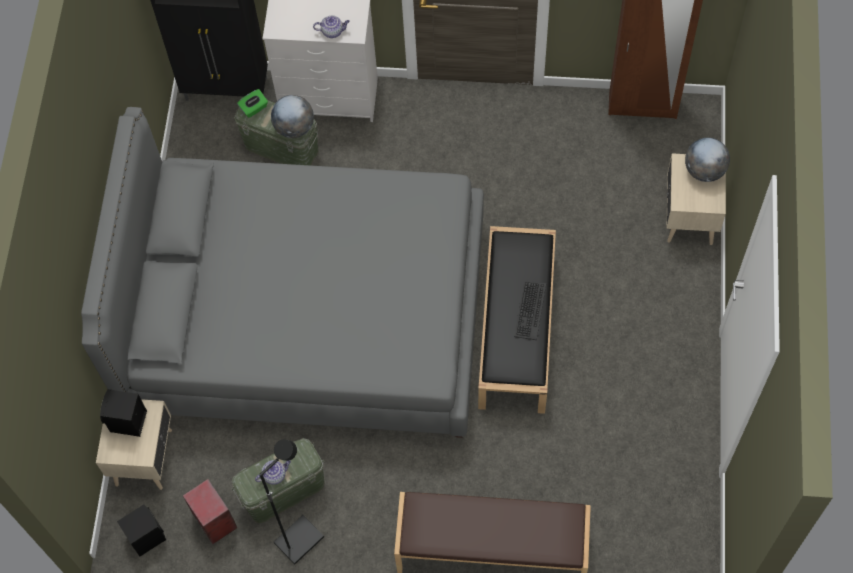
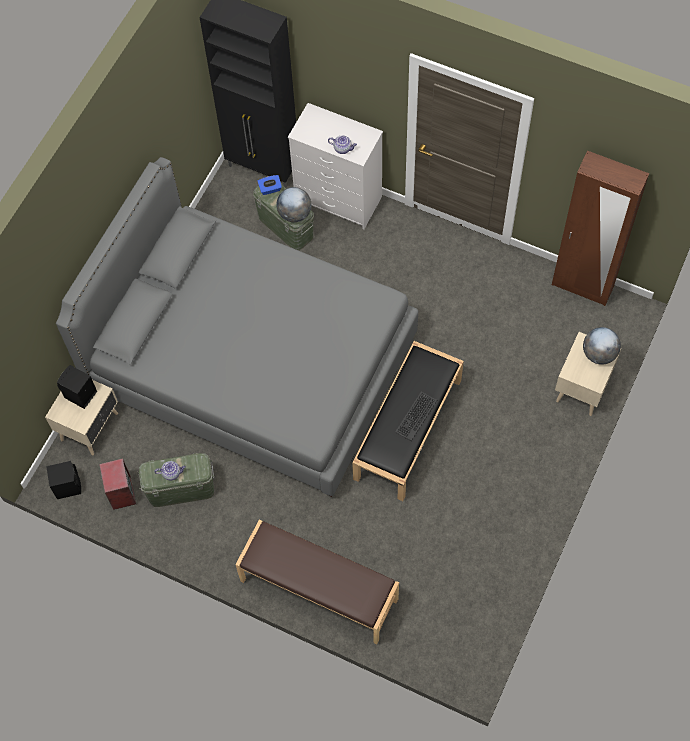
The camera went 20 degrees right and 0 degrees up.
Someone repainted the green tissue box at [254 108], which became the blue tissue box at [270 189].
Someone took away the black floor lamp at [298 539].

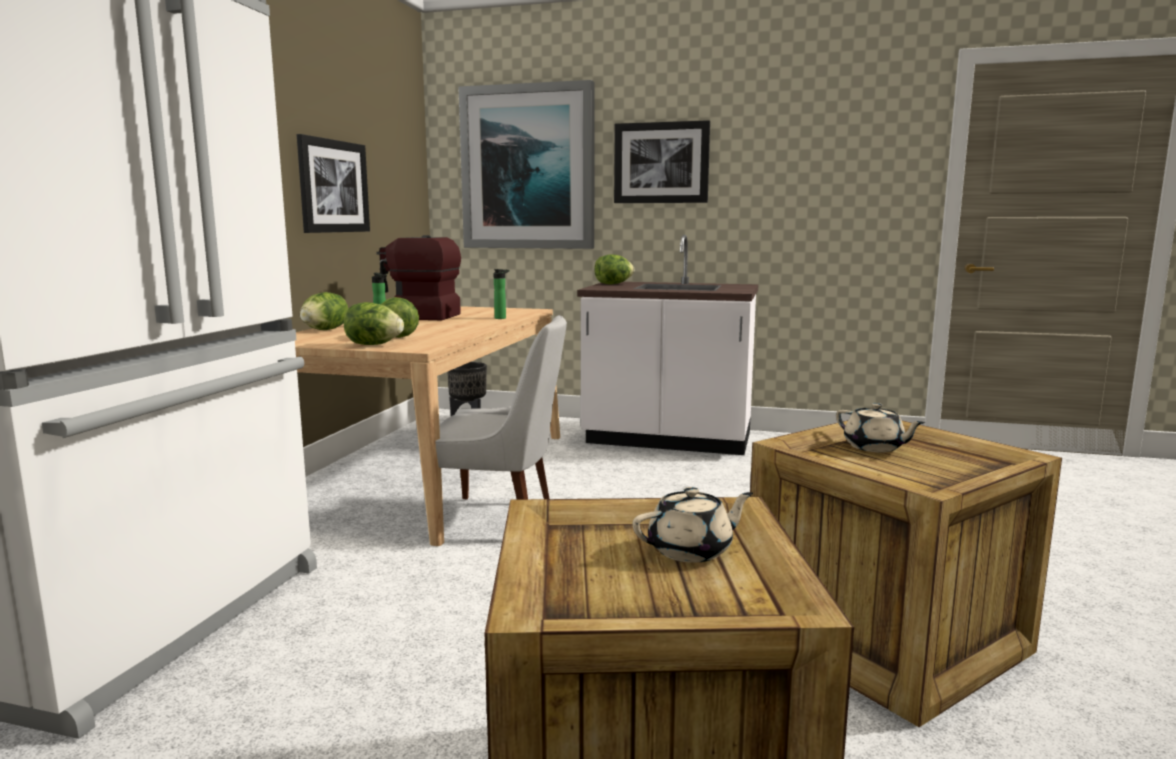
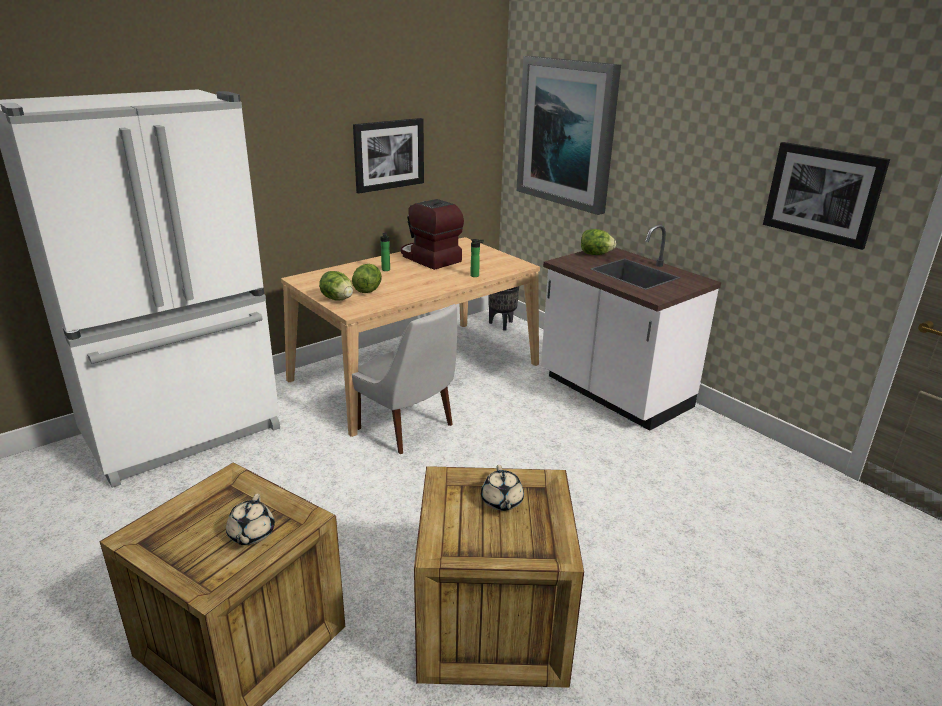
The camera went 35 degrees right and 15 degrees up.
Someone carried the picture from [661 163] to [822 194].
Someone took away the lettuce at [325 330].
Someone rotated the beige teapot at [692 550] by 75 degrees clockwise.

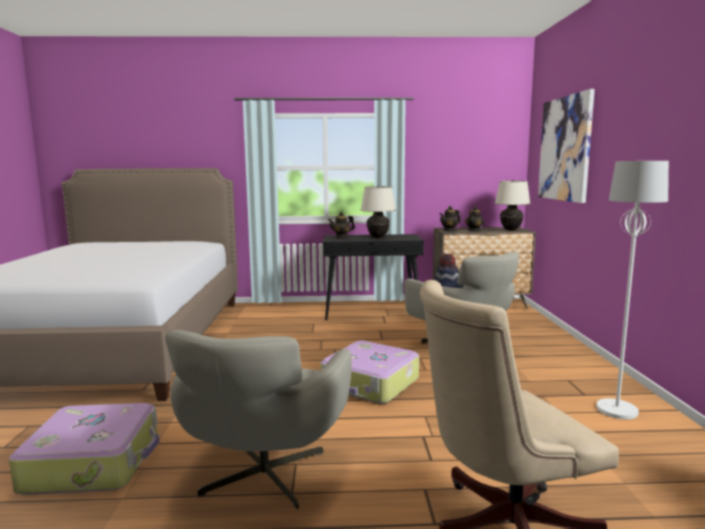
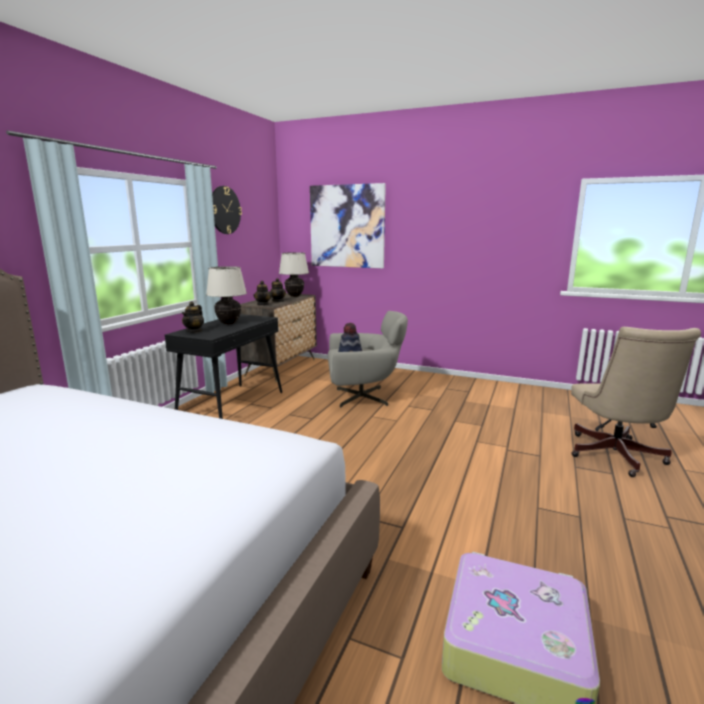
The camera went 65 degrees left and 5 degrees up.
Someone took away the white floor lamp at [616 410].
Someone took away the grey armchair at [262 477].
Someone took away the suitcase at [370 384].
Someone put up the wall clock at [225 210].

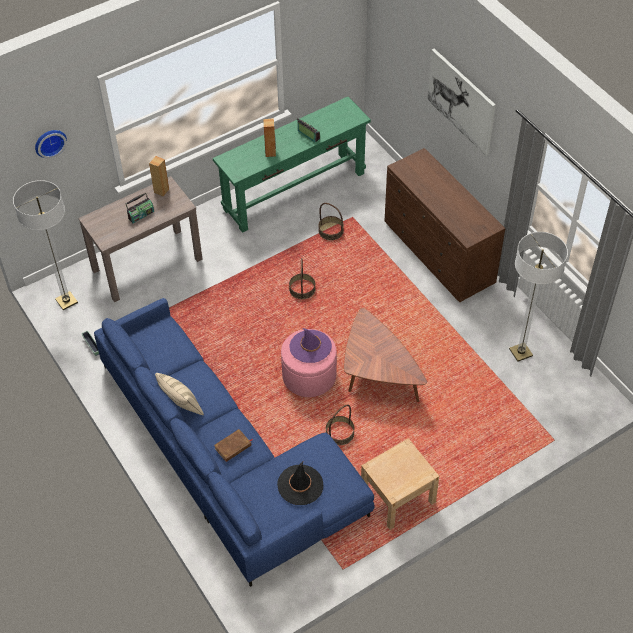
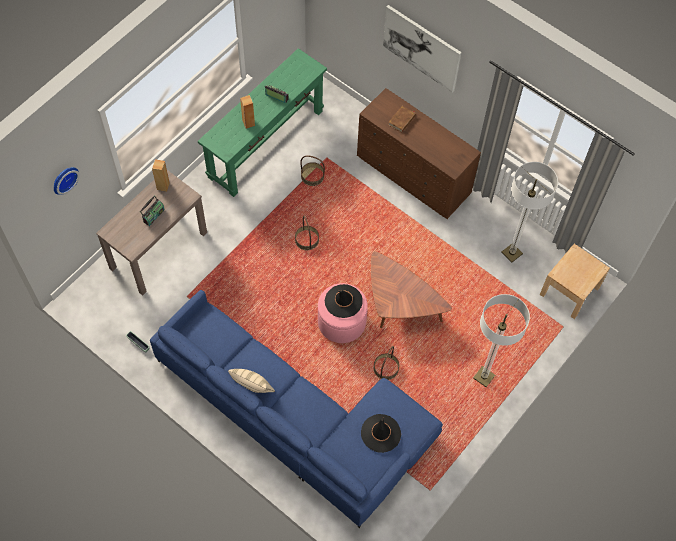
The camera went 20 degrees left and 10 degrees up.
Someone carried the floor lamp from [66 301] to [484 377].
Someone repainted the purple hat at [310 346], which became the black hat at [343 301].
Someone carried the brown book from [233 447] to [402 120].
Someone carried the beige nightstand from [398 497] to [569 291].

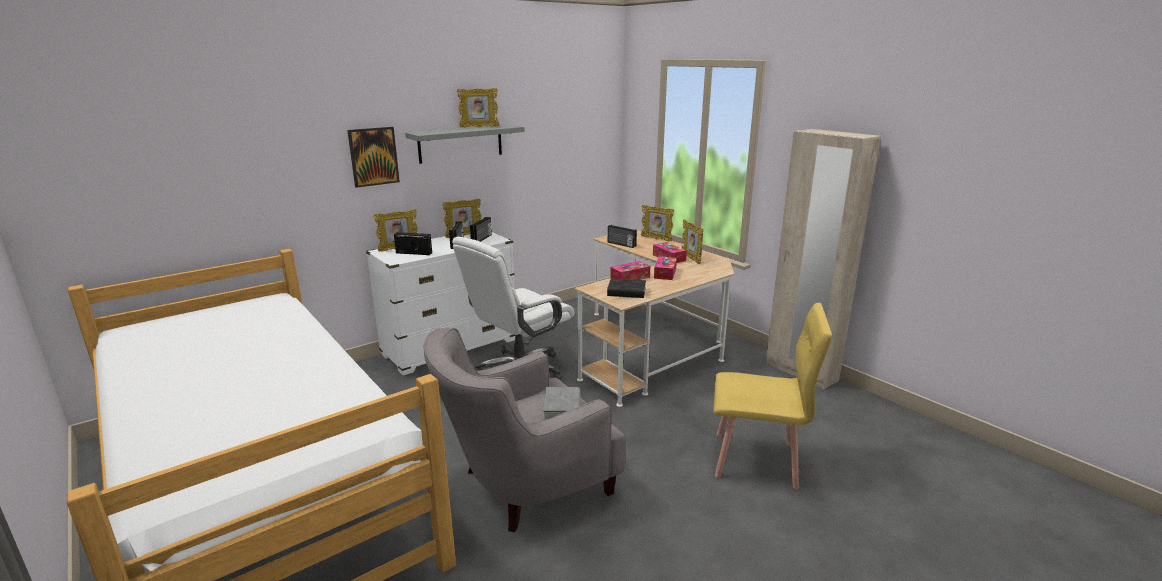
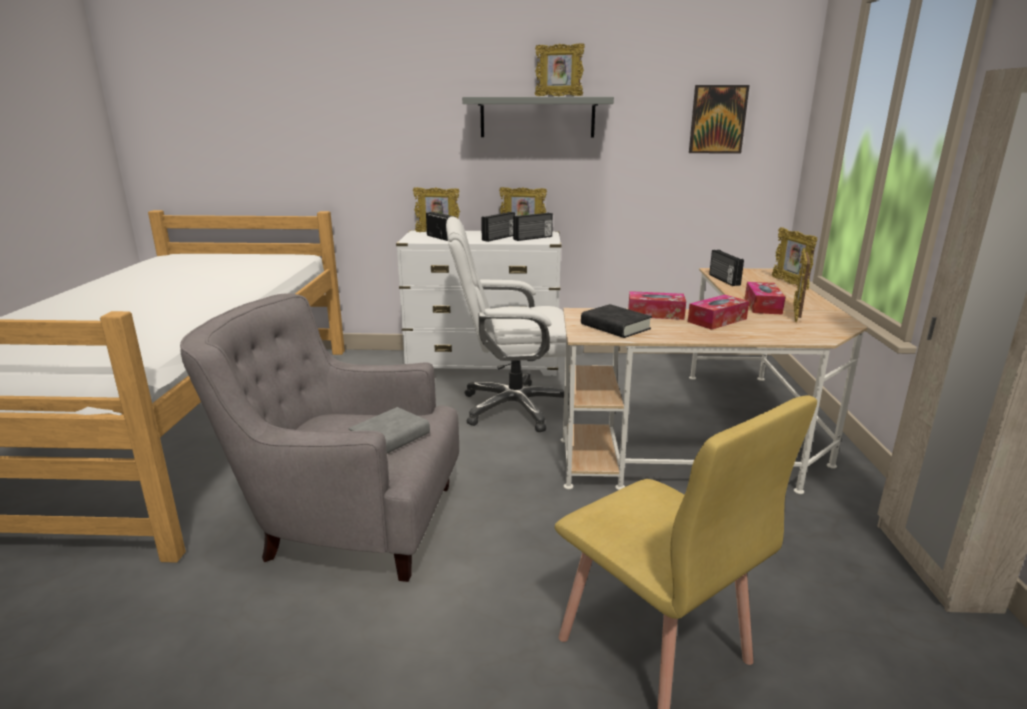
The camera went 40 degrees right and 0 degrees up.
Someone carried the picture from [373 156] to [717 119].

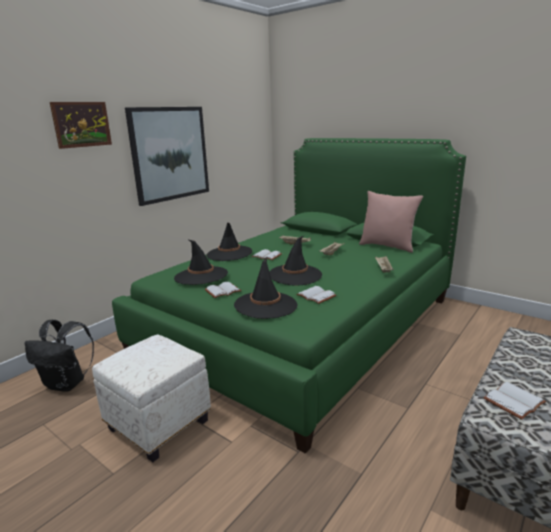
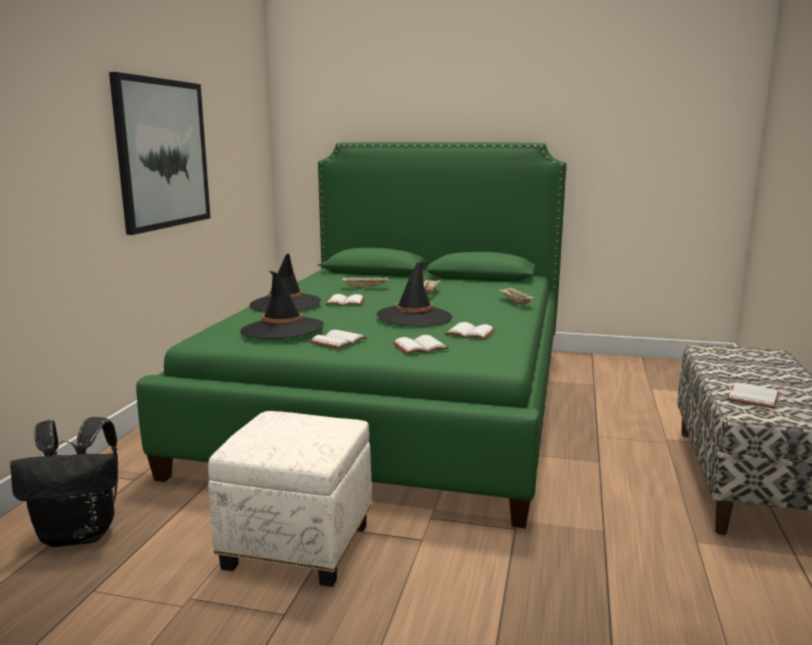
The camera went 25 degrees left and 5 degrees down.
Someone took away the picture at [82 124].
Someone took away the pink pillow at [387 246].
Someone swapped the black hat at [266 305] for the white book at [420 348].

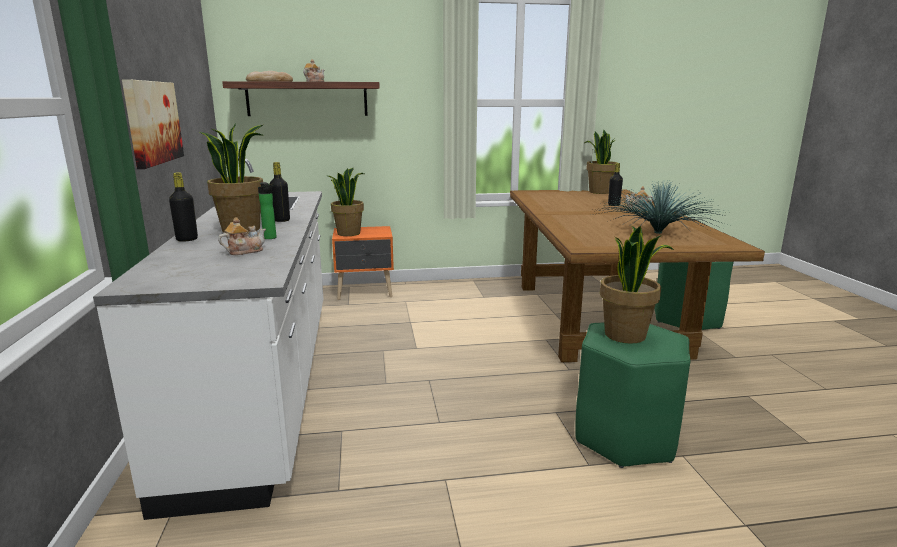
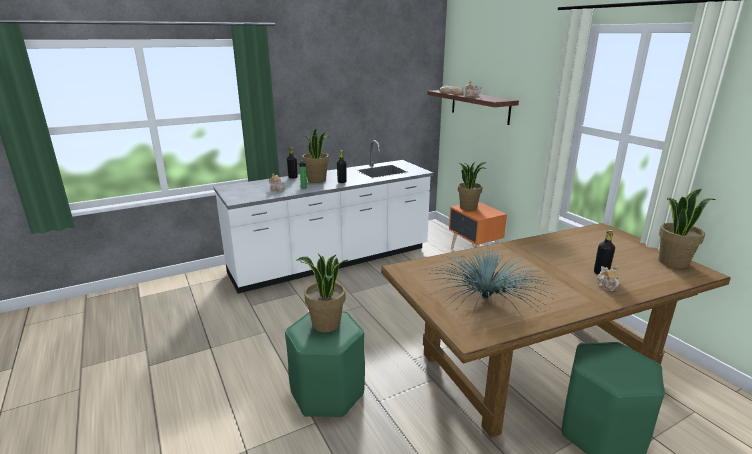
The camera went 70 degrees right and 5 degrees up.
Someone took away the picture at [152 122].

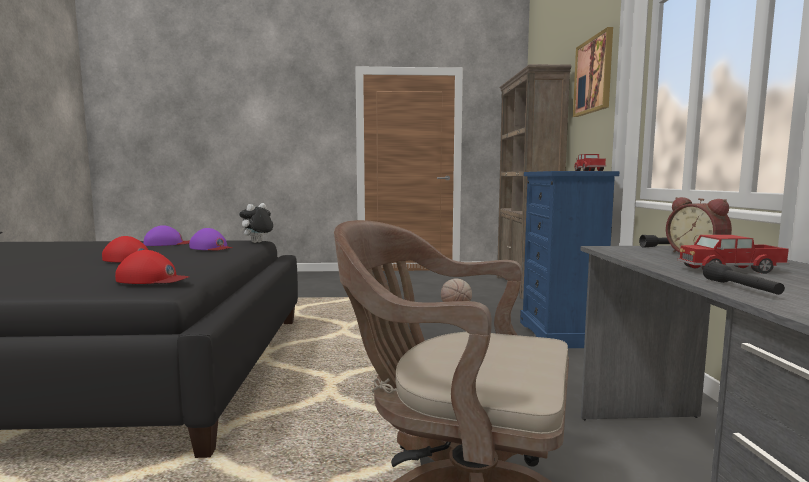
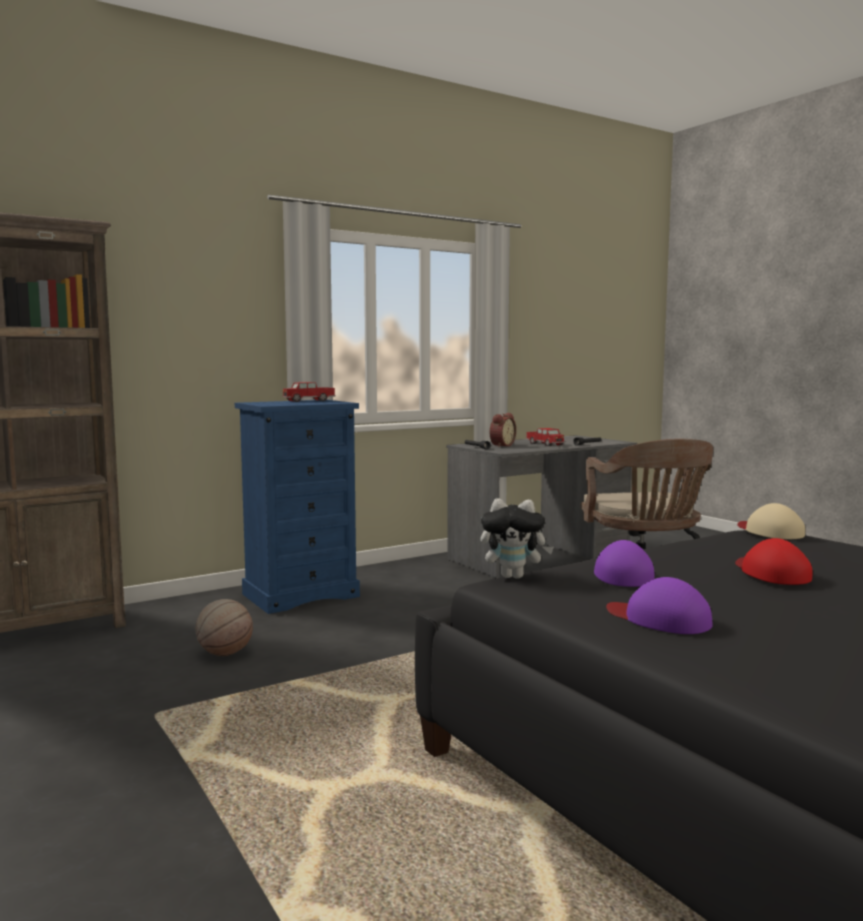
The camera went 120 degrees left and 0 degrees up.
Someone took away the picture at [593 75].
Someone repainted the red cap at [152 279], which became the beige cap at [769 531].

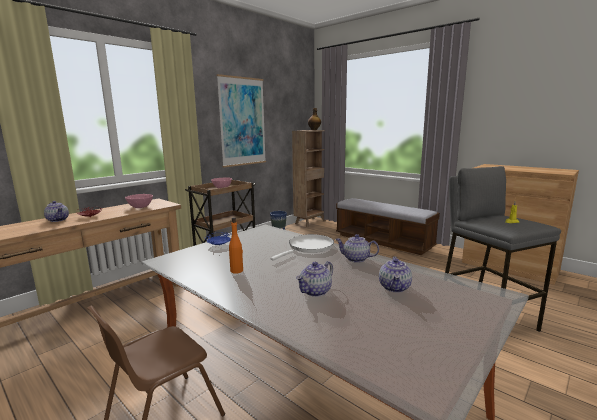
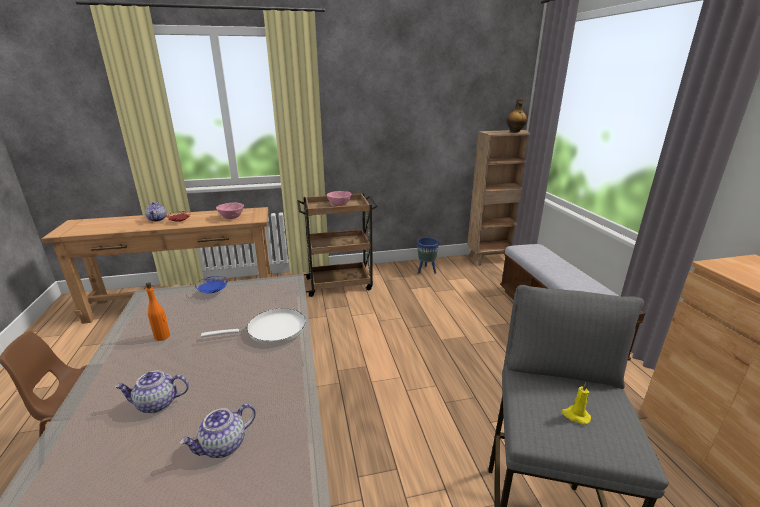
The camera went 35 degrees right and 10 degrees up.
Someone took away the picture at [242 122].
Someone took away the teapot at [356 259].

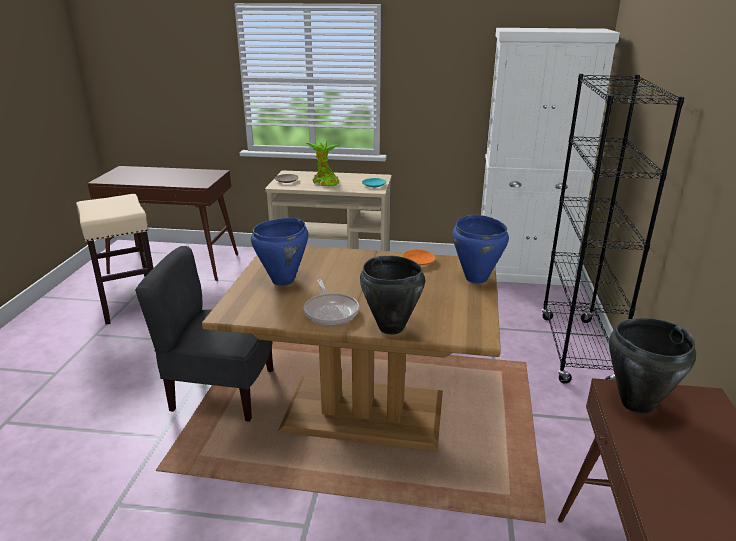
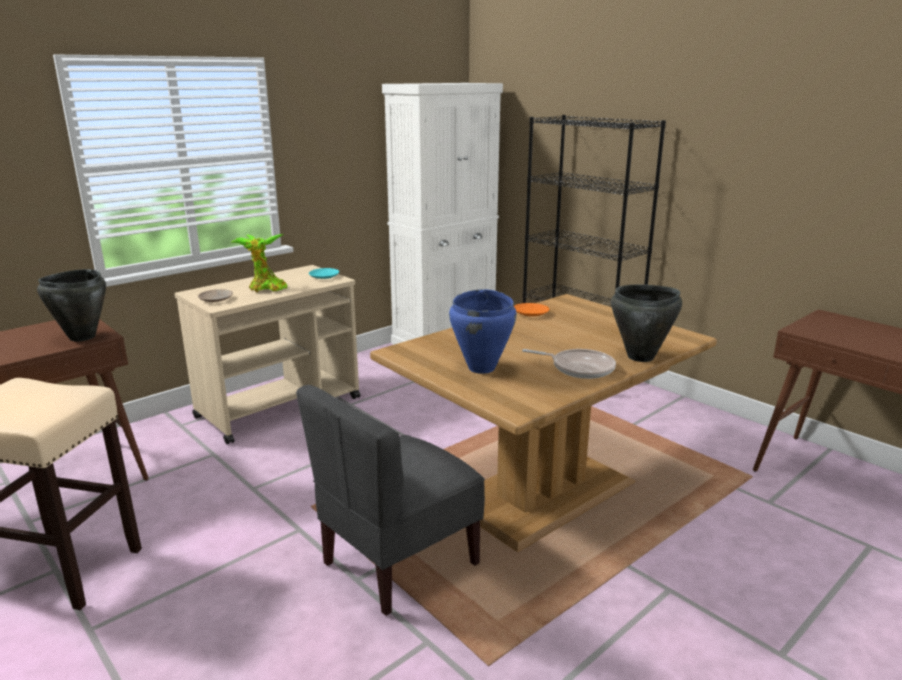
The camera went 50 degrees left and 5 degrees down.
Someone took away the blue cooking pot at [476 278].
Someone carried the black cooking pot from [636 403] to [81 337].

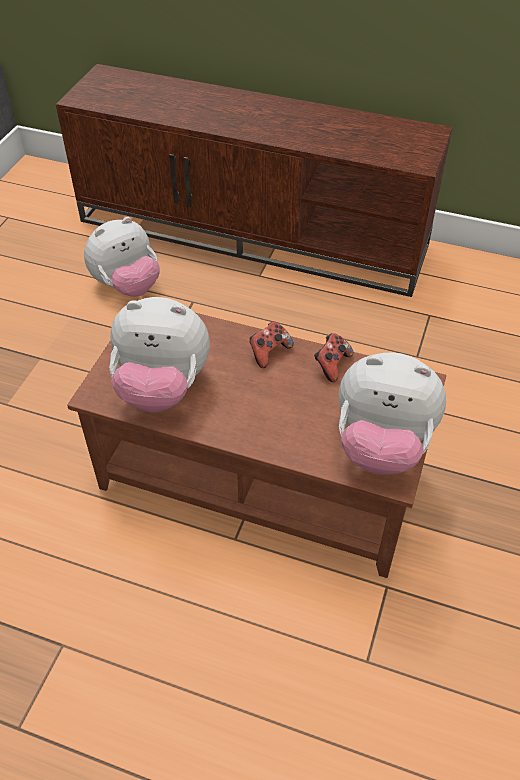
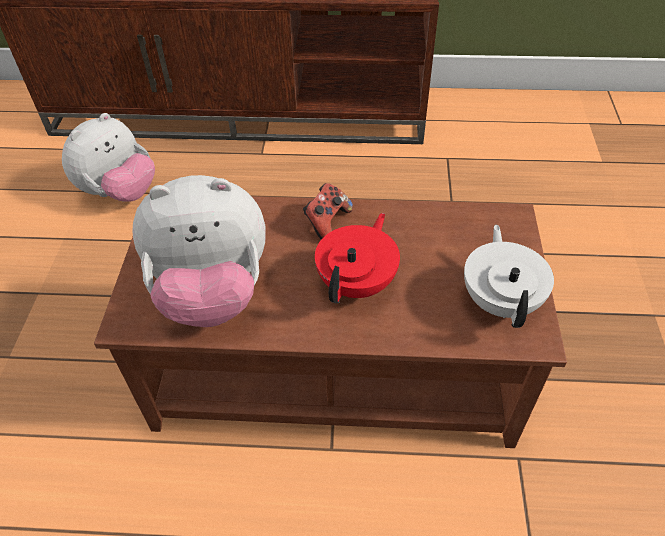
The camera went 15 degrees left and 0 degrees up.
Someone took away the game controller at [331 365].
Someone swapped the plush toy at [381 446] for the white teapot at [500 300].
Someone put down the red teapot at [358 283].

